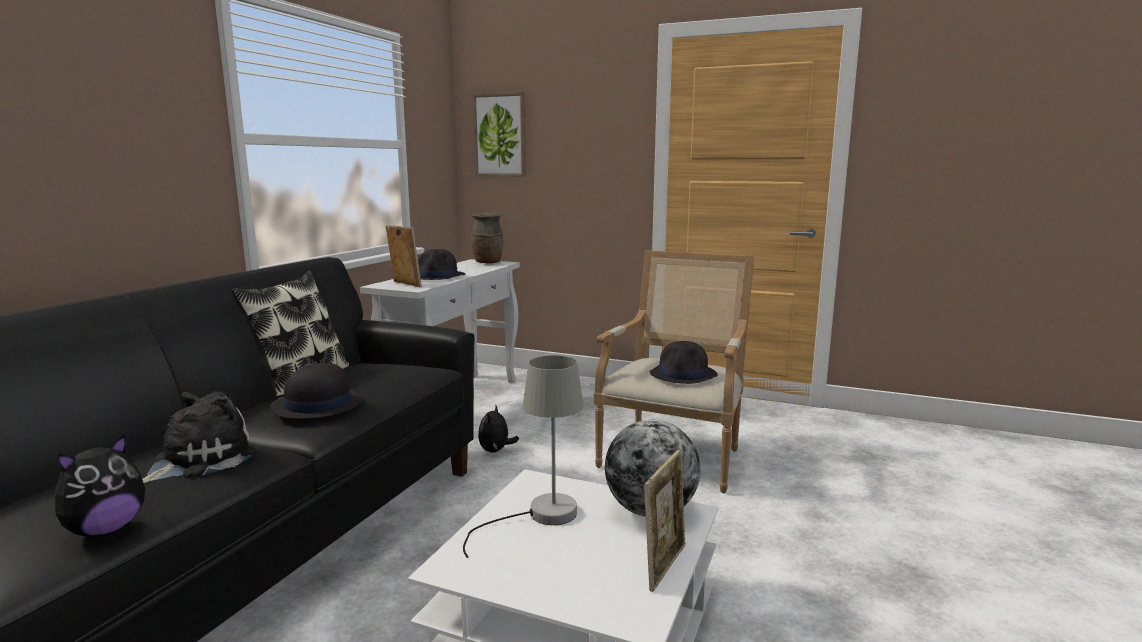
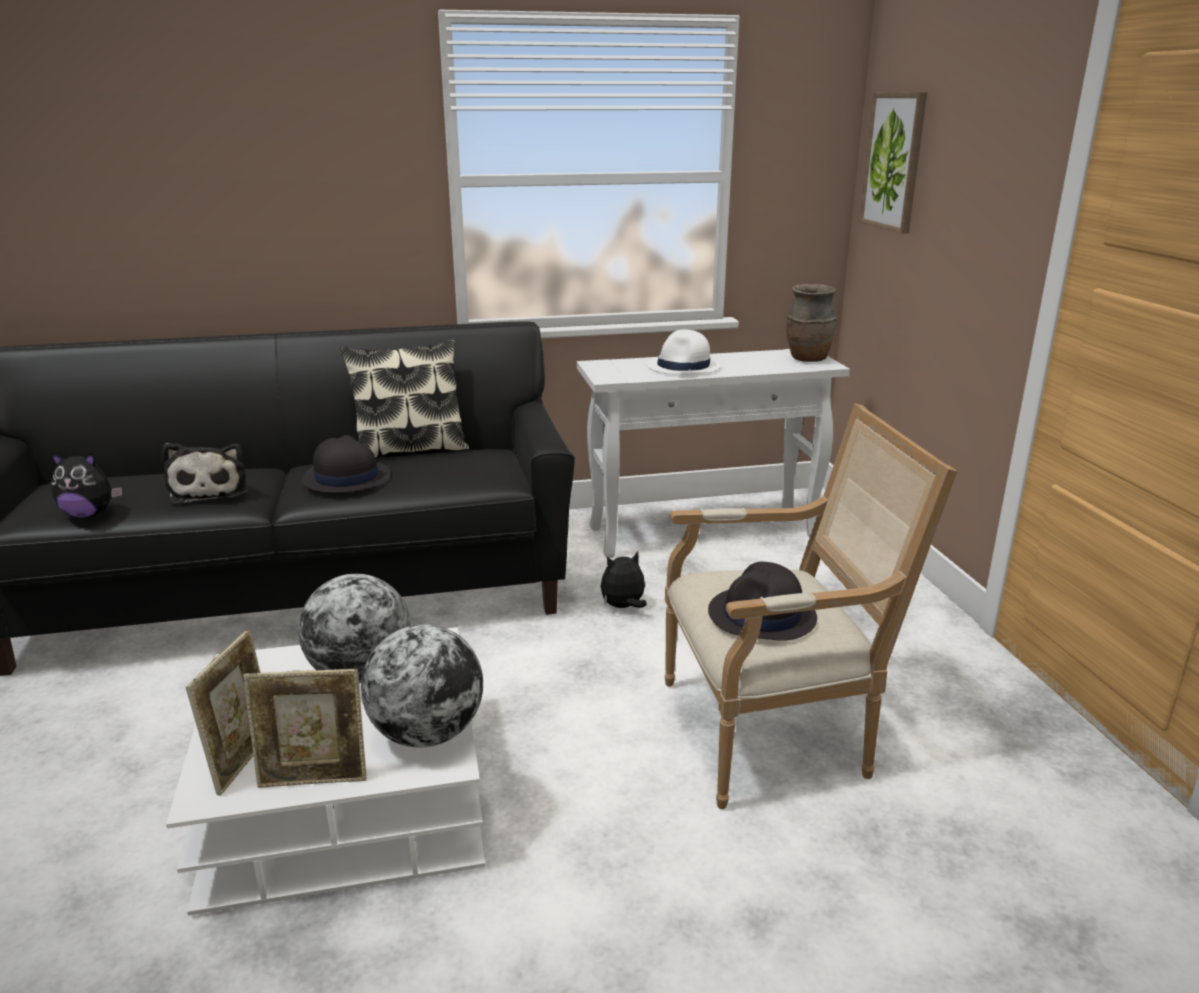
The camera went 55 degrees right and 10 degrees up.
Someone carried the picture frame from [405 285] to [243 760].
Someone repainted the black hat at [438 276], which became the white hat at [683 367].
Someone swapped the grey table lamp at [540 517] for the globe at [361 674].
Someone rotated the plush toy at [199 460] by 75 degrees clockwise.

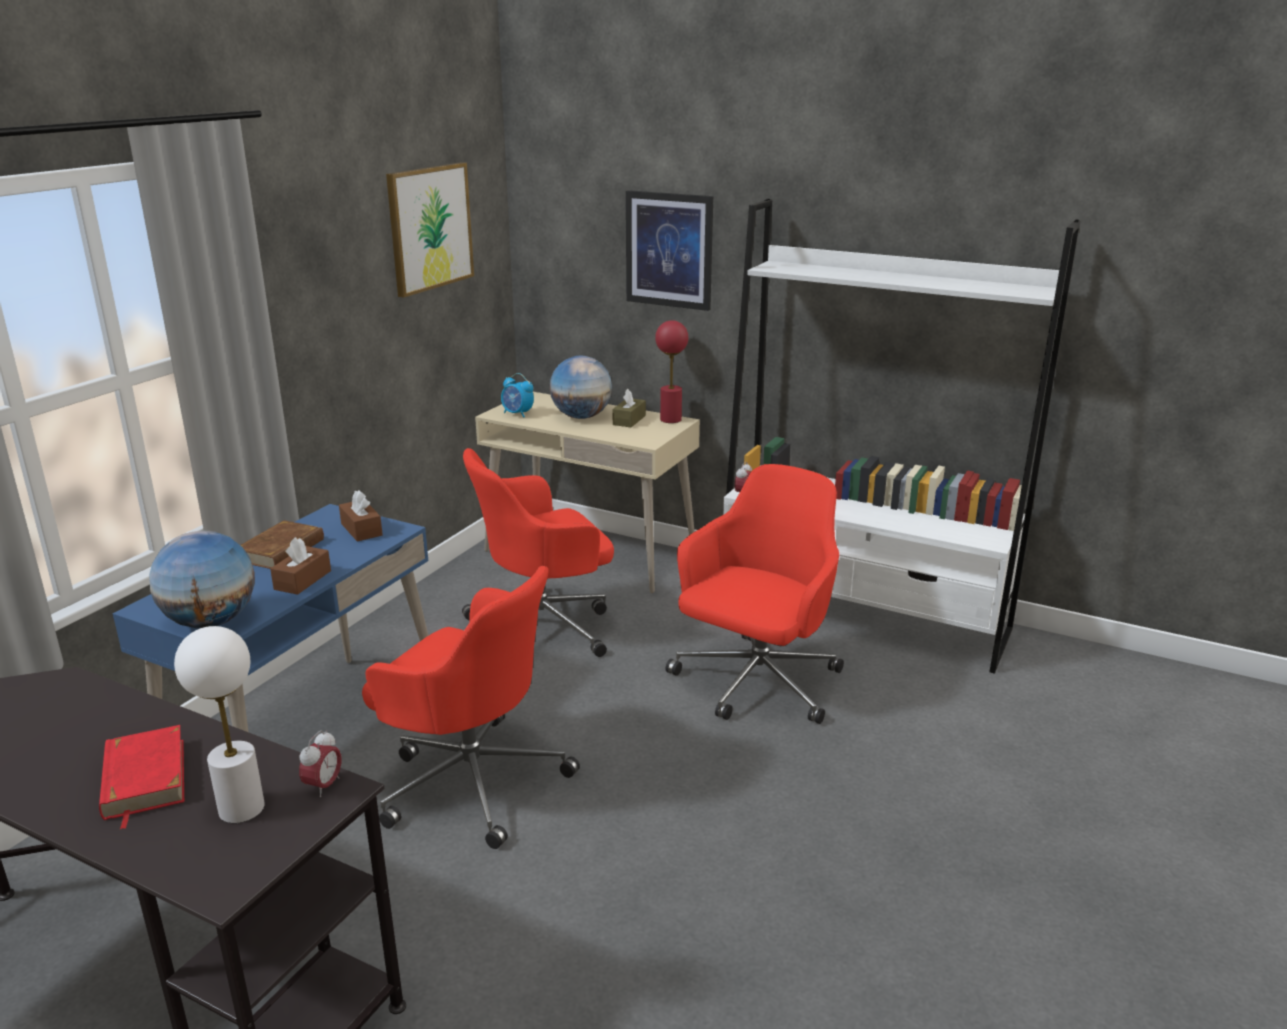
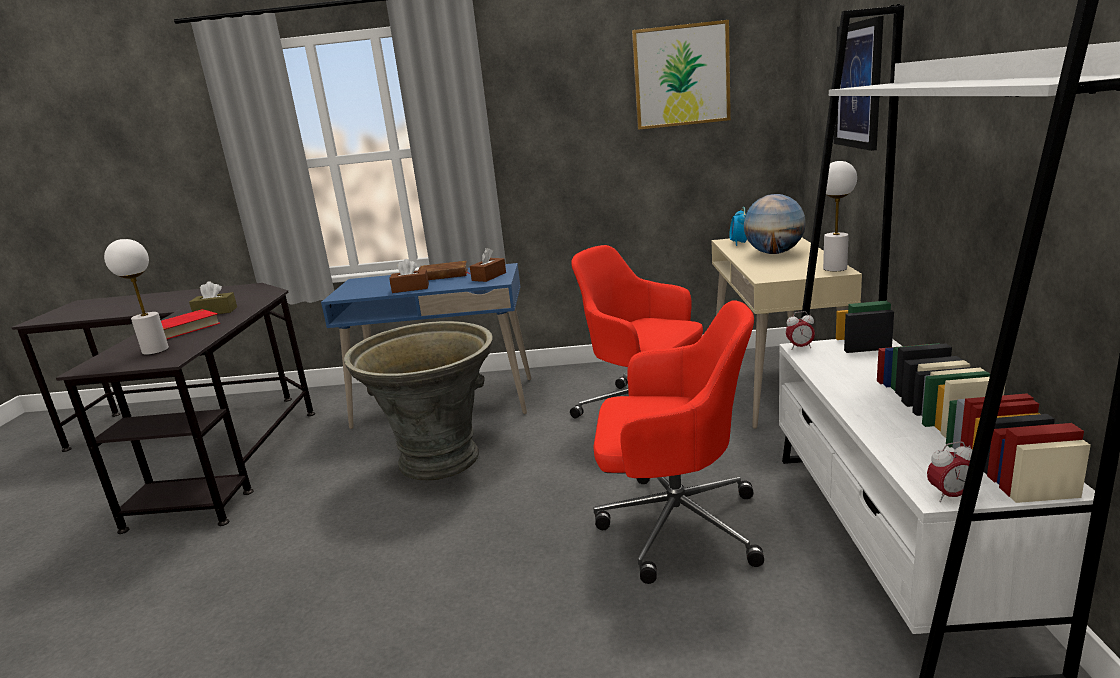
The camera went 65 degrees right and 5 degrees down.
Someone repainted the red table lamp at [671 419], which became the white table lamp at [835 268].
Someone carried the brown tissue box from [629 420] to [215 312].
Someone took away the globe at [210 622].
Someone swapped the red office chair at [471 779] for the grey planter at [439 461].
Someone carried the alarm clock from [324 786] to [949 496].

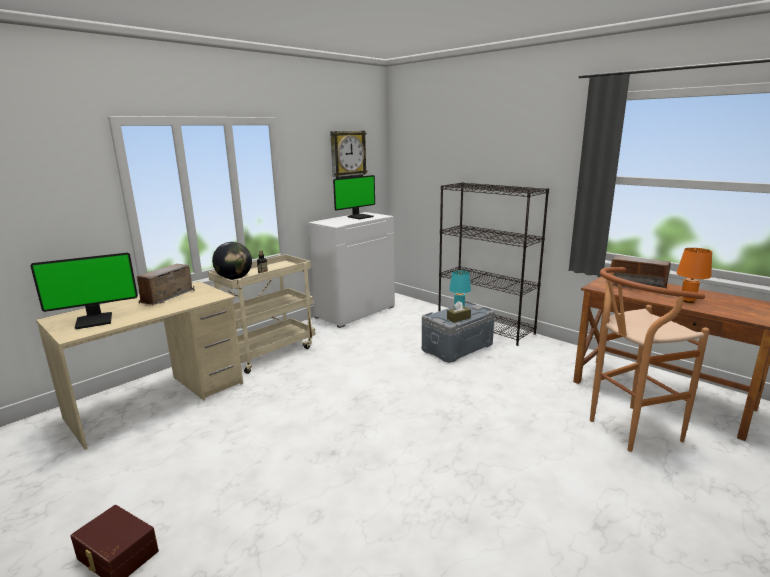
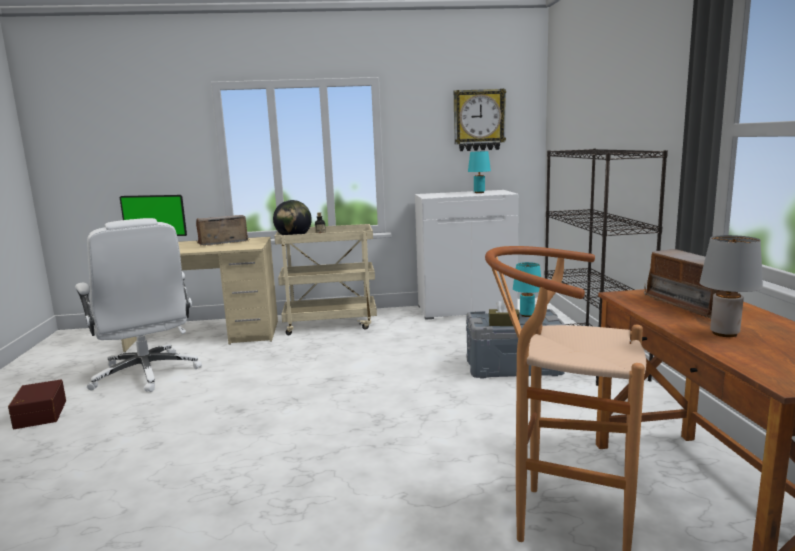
The camera went 40 degrees right and 5 degrees down.
Someone swapped the monitor at [359 216] for the turquoise table lamp at [479 192].
Someone repainted the orange table lamp at [687 300], which became the grey table lamp at [725 333].
Someone put down the white office chair at [146 374].

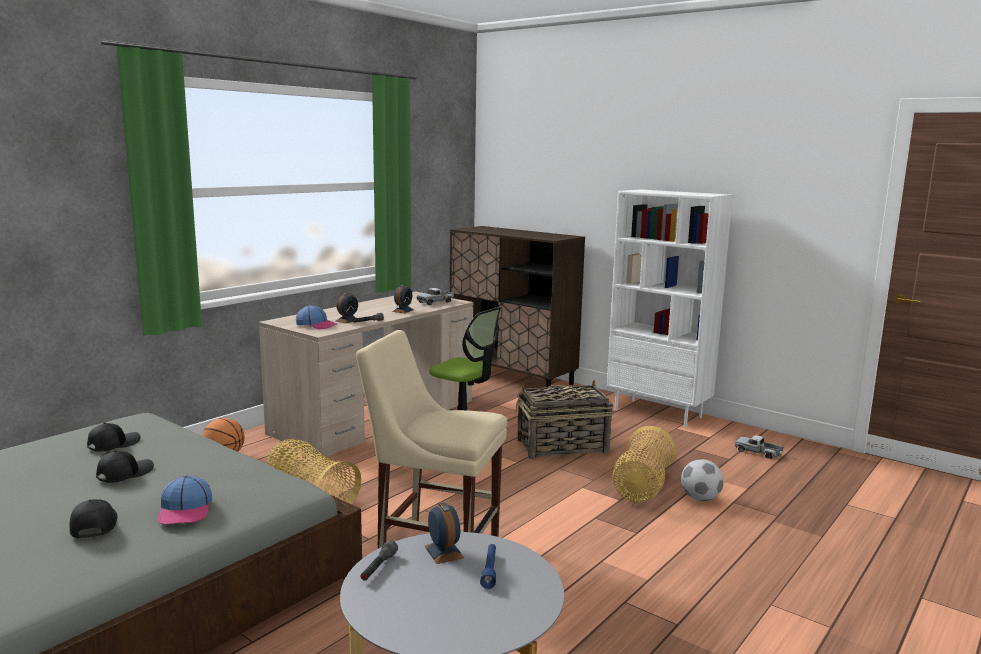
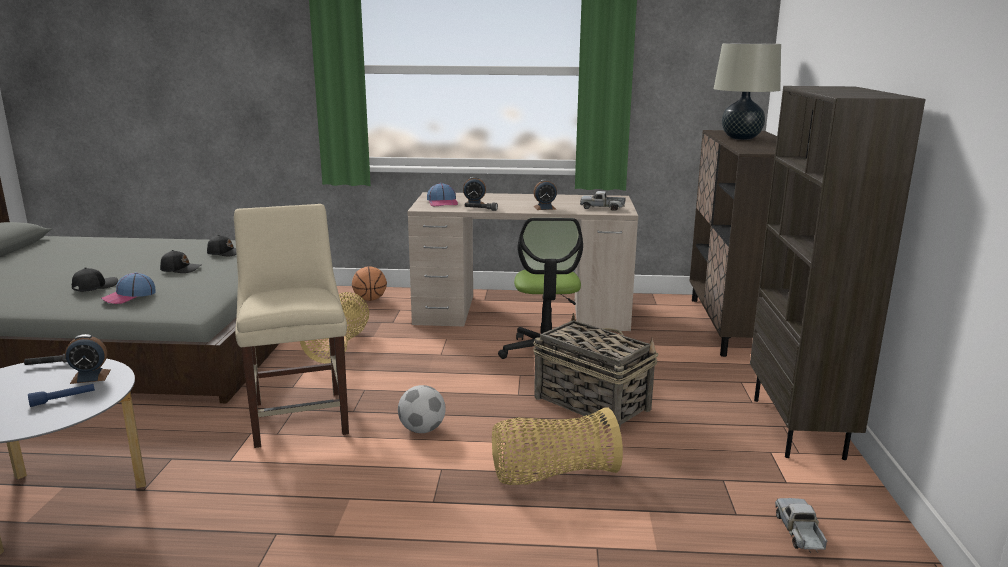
The camera went 55 degrees right and 5 degrees up.
Someone repainted the white bookcase at [659 413], which became the brown bookcase at [799 428].
Someone carried the football from [700 498] to [422 430].
Someone rotated the alarm clock at [443 552] by 45 degrees clockwise.
Someone put down the beige table lamp at [741 138].

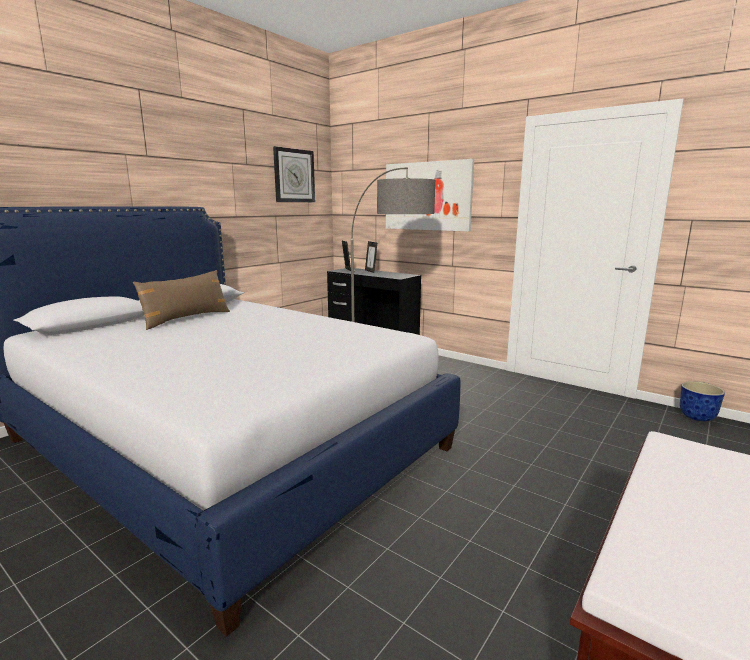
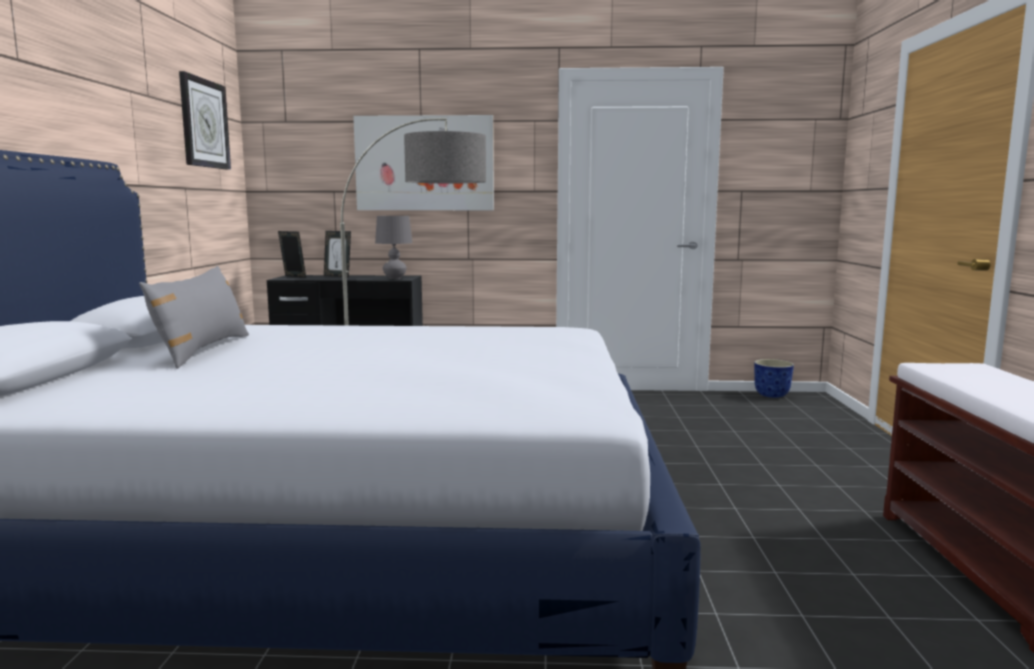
The camera went 35 degrees left and 5 degrees down.
Someone repainted the brown pillow at [186 319], which became the grey pillow at [202 350].
Someone put down the grey table lamp at [395 278].

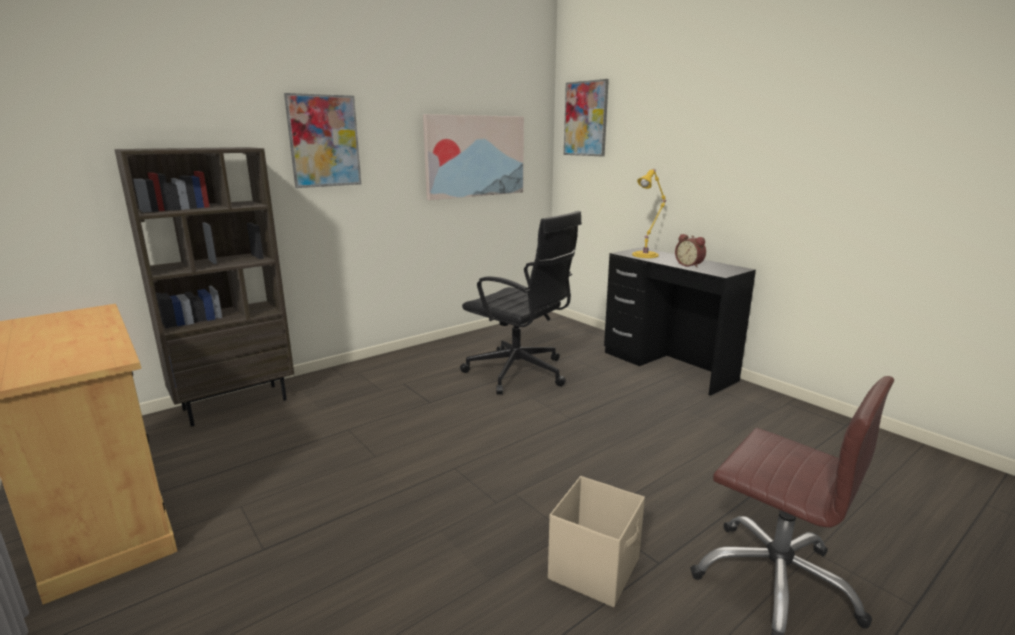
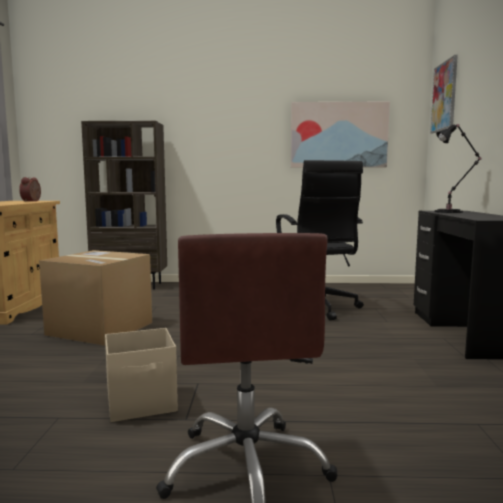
The camera went 40 degrees right and 10 degrees down.
Someone took away the picture at [324 141].
Someone repainted the yellow table lamp at [646 255], which became the black table lamp at [451 212].
Someone carried the alarm clock from [690 265] to [32 201].
Someone put down the cardboard box at [100 328].

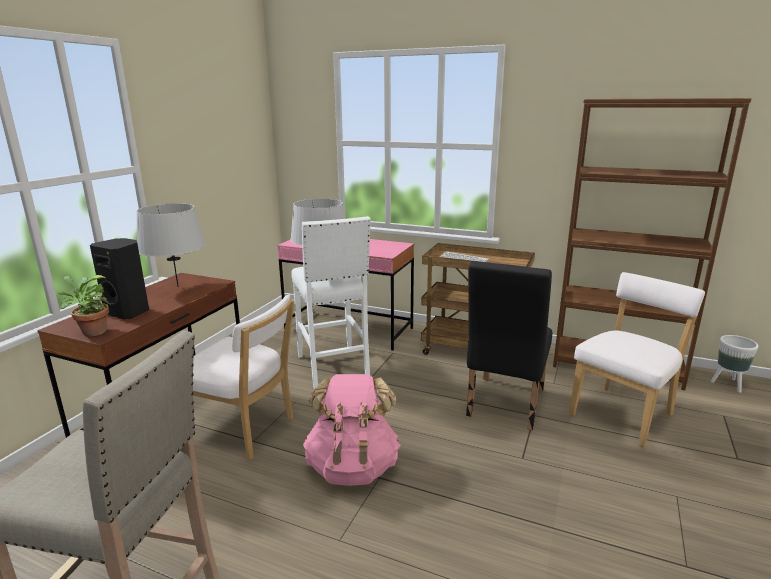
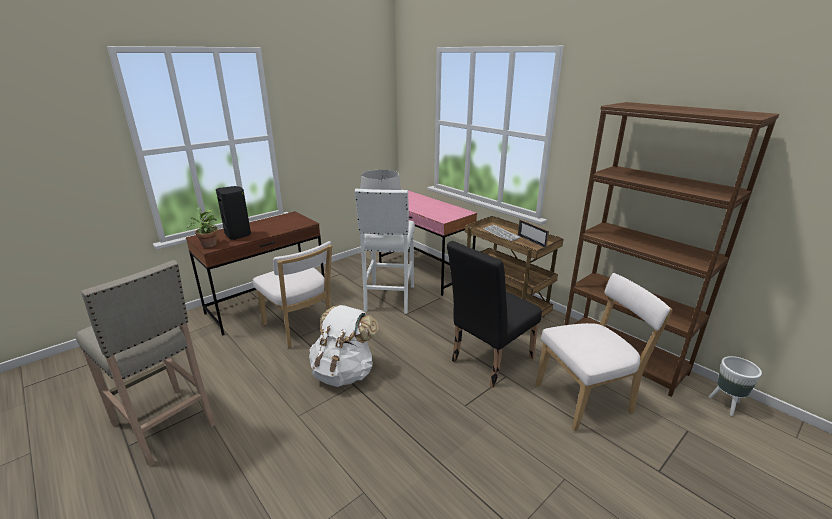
The camera went 25 degrees right and 5 degrees up.
Someone took away the grey table lamp at [178 287].
Someone repainted the pink backpack at [353 467], which became the white backpack at [344 372].
Someone put down the picture frame at [531 241].

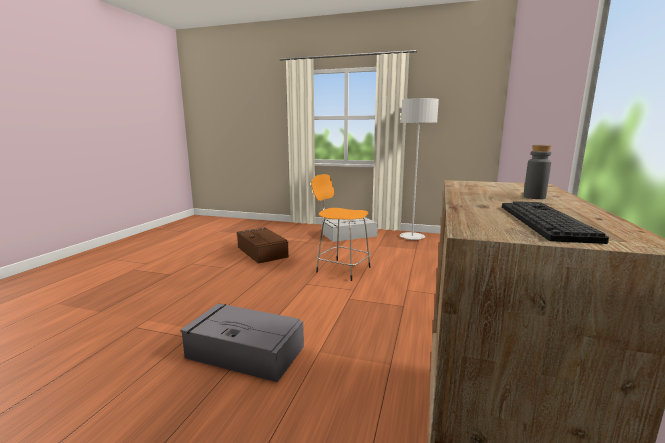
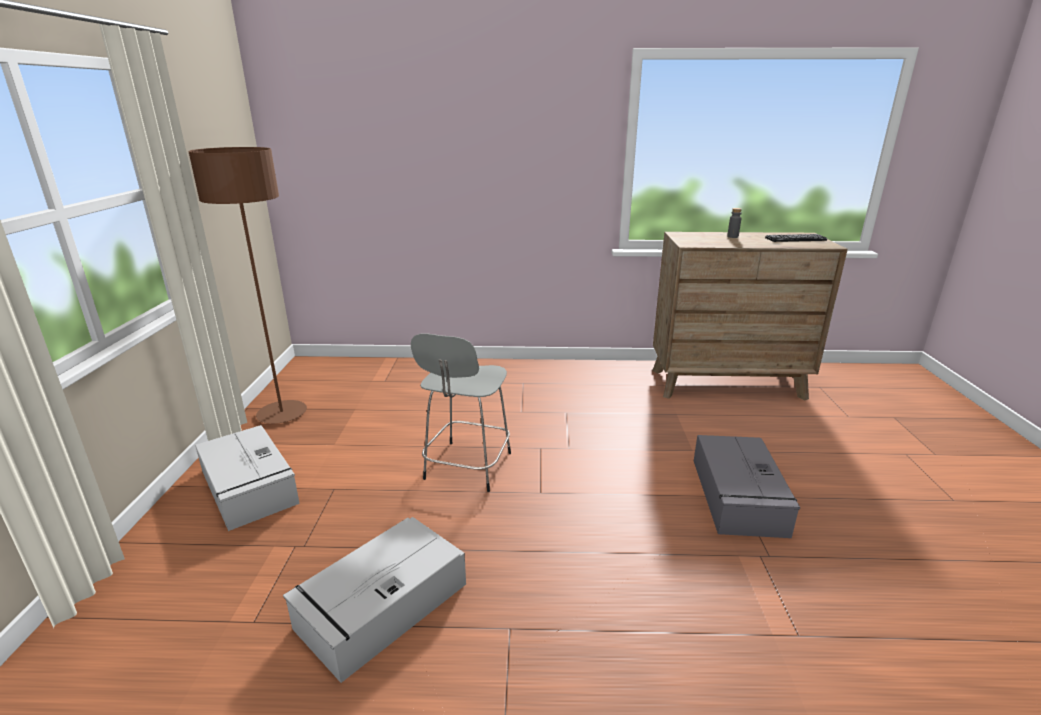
The camera went 105 degrees left and 10 degrees up.
Someone repainted the grey floor lamp at [412 237], which became the brown floor lamp at [282 414].
Someone repainted the orange stool at [341 269], which became the grey stool at [467 468].
Someone repainted the brown storage box at [261 251], which became the grey storage box at [380 607].

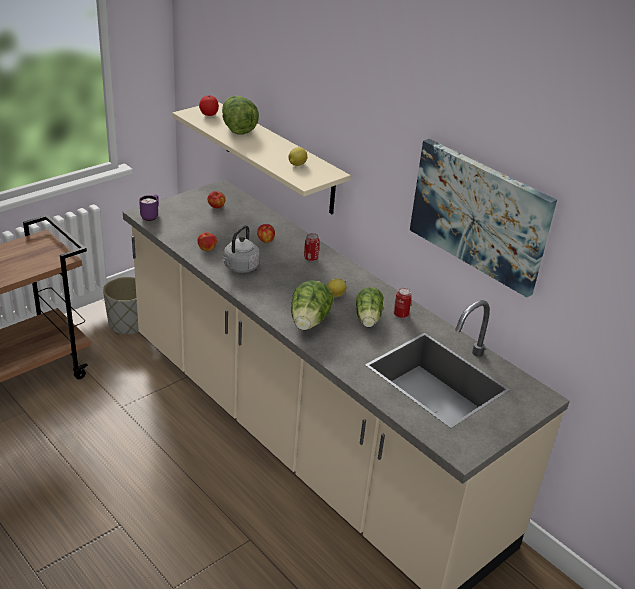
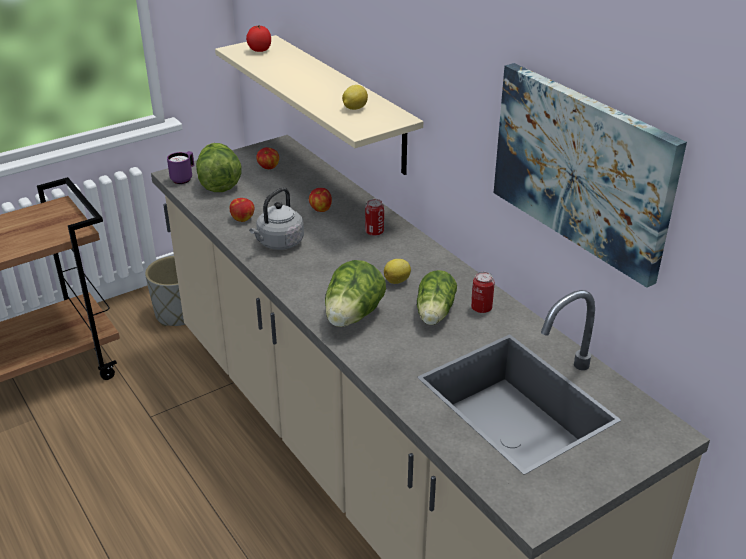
The camera went 10 degrees right and 0 degrees up.
Someone carried the lettuce from [237 128] to [219 183].

